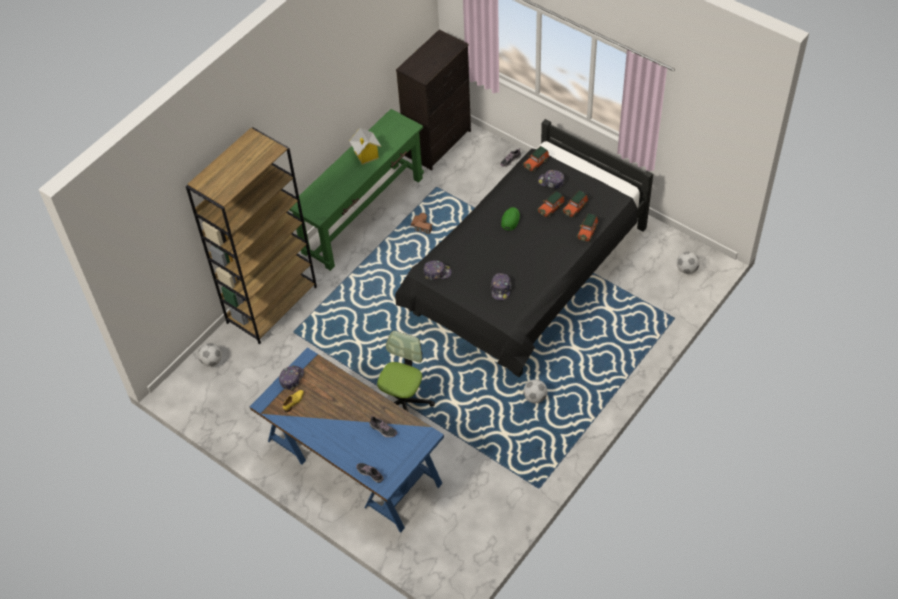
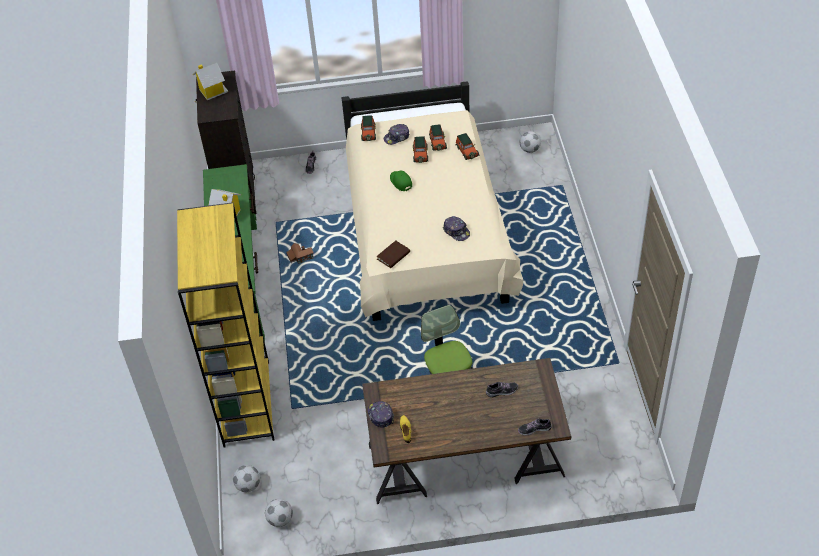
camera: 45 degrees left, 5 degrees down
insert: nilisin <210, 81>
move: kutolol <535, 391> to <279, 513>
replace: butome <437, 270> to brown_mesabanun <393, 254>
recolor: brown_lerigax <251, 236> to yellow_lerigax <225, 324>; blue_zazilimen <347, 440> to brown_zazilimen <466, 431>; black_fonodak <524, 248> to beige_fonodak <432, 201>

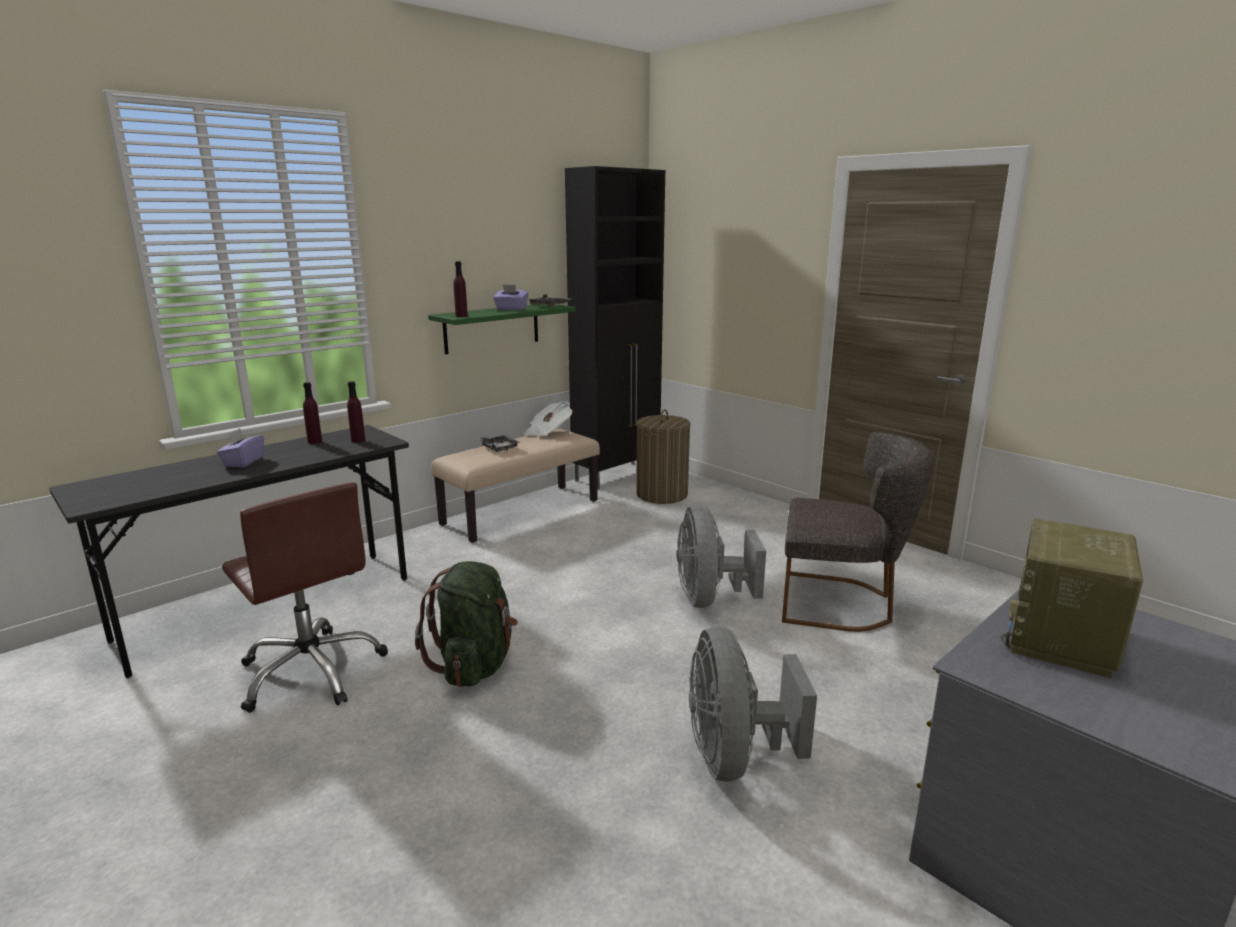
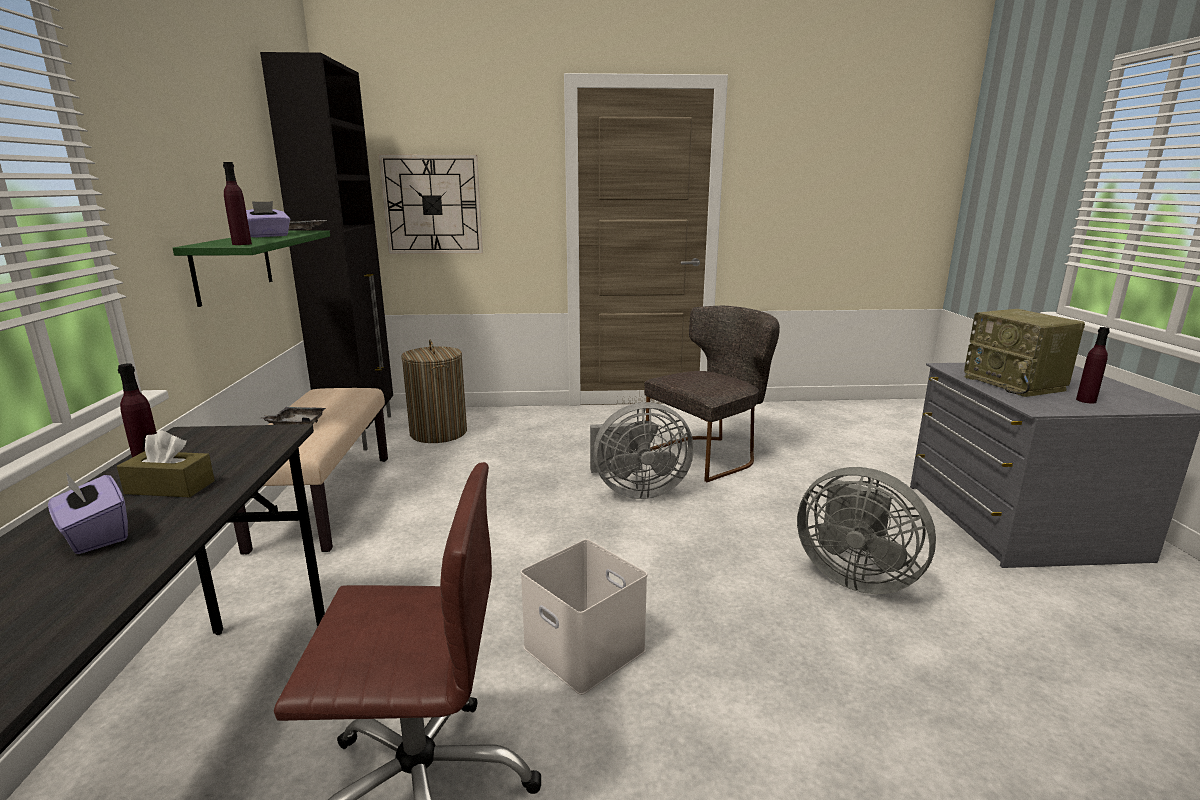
camera: 50 degrees left, 0 degrees up
delete: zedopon <548, 419>
insert: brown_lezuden <166, 463>; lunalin <431, 204>
move: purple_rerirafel <356, 412> to <1093, 365>
replace: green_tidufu <466, 624> to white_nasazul <584, 617>
rotate: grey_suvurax <721, 556> = <642, 450> 45 degrees counterclockwise

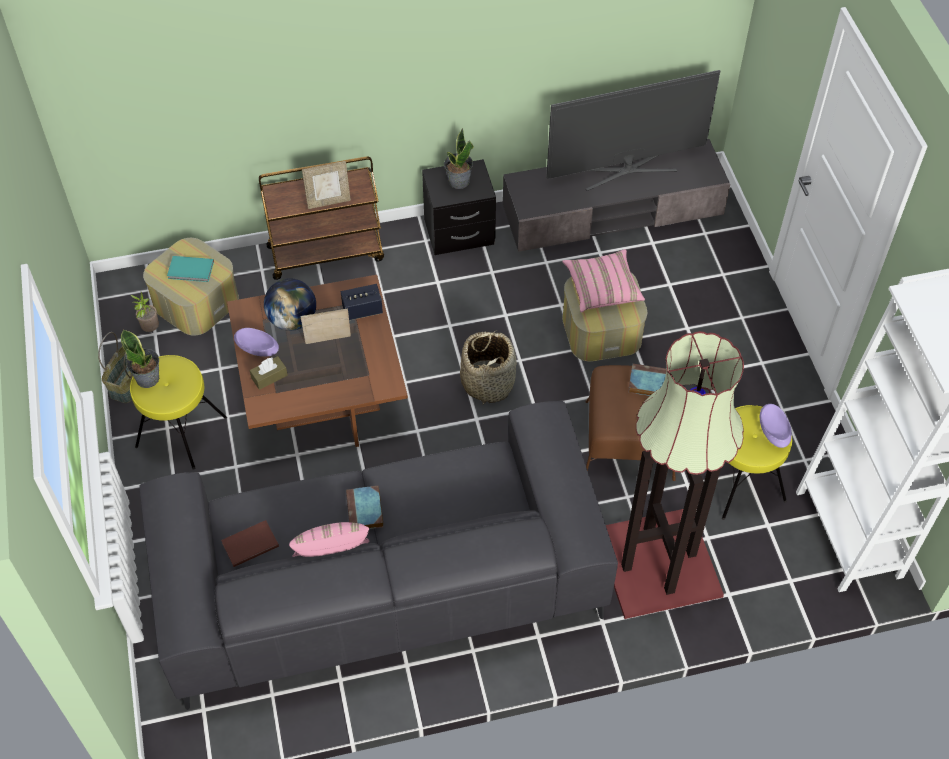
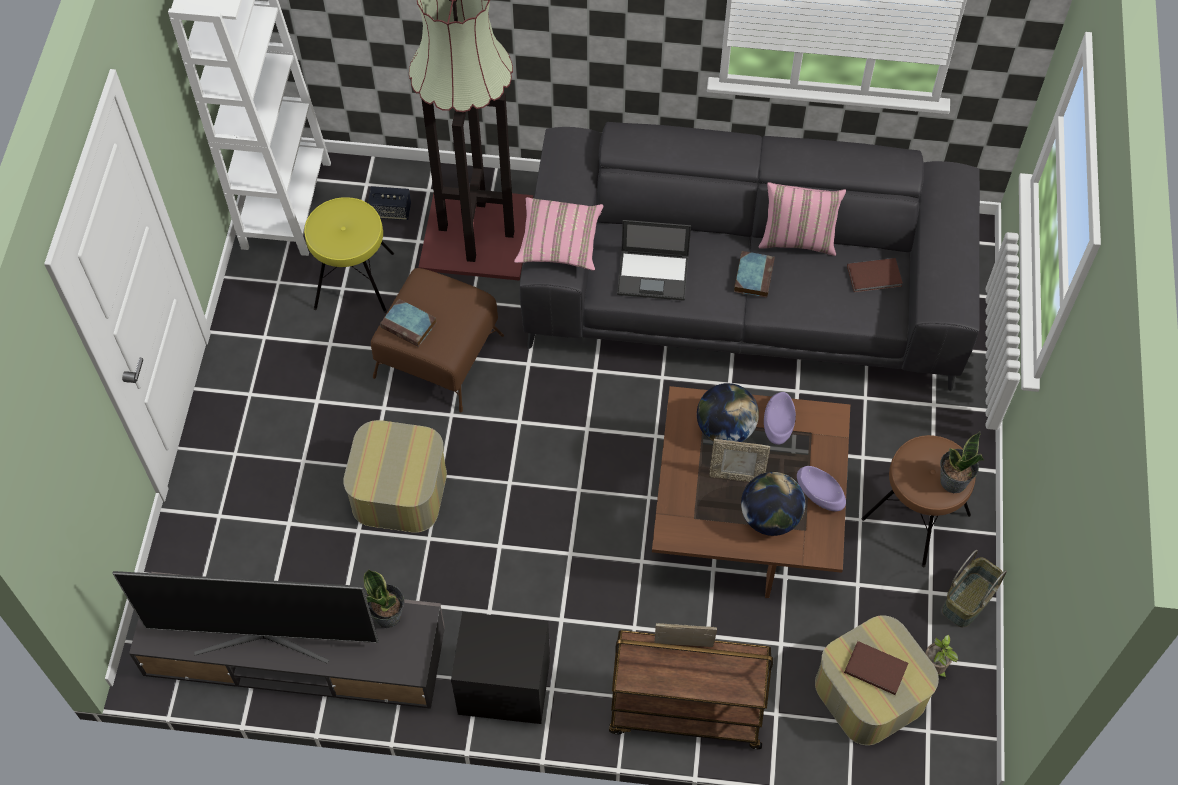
camera: 160 degrees left, 5 degrees up
delete: brown_lezuden <269, 373>; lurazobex <488, 367>
insert: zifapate <654, 260>; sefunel <728, 412>
move: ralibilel <362, 302> to <389, 203>; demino <459, 158> to <384, 598>; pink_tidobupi <603, 280> to <558, 234>; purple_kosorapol <776, 426> to <780, 418>
recolor: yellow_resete <178, 412> to brown_resete <918, 501>; turquoise_mesabanun <190, 269> to brown_mesabanun <876, 668>

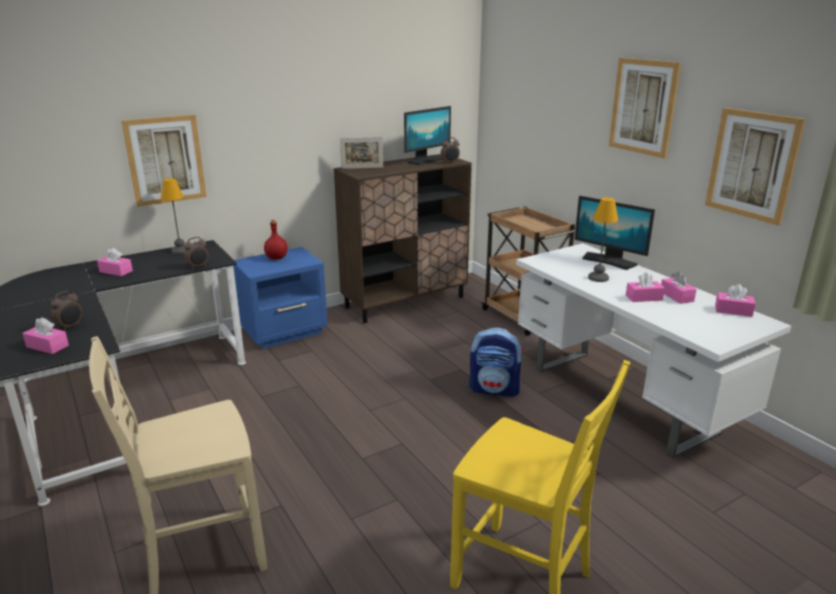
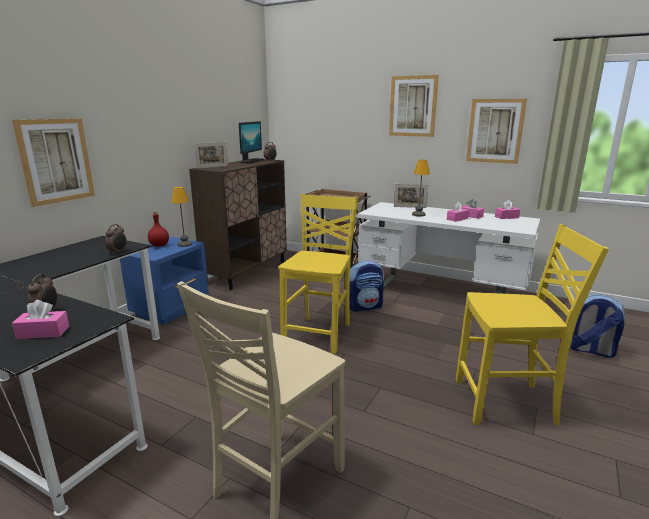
camera: 30 degrees left, 5 degrees down
delete: pink_lezuden <115, 262>
insert: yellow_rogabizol <318, 274>; tidufu <598, 326>
move: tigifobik <173, 216> to <181, 217>
replace: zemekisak <614, 233> to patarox <411, 196>

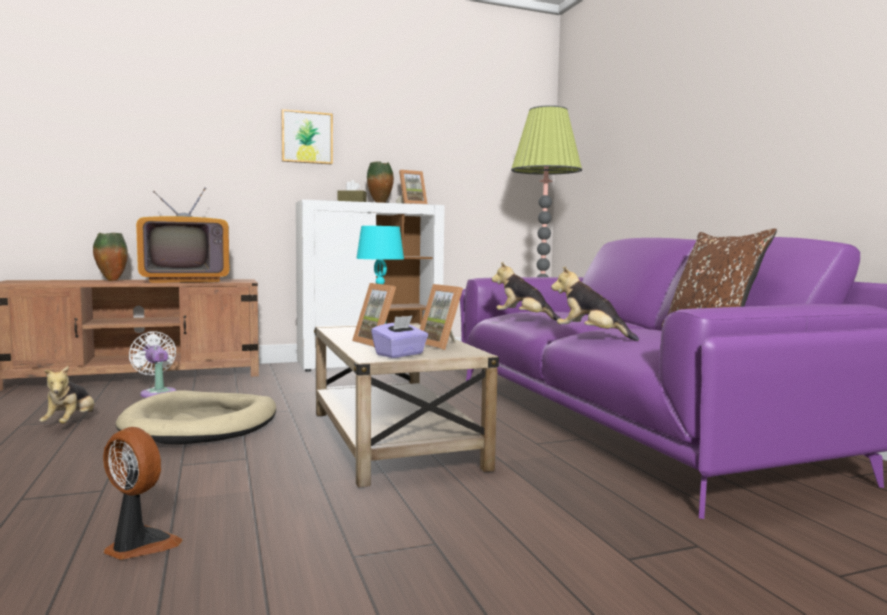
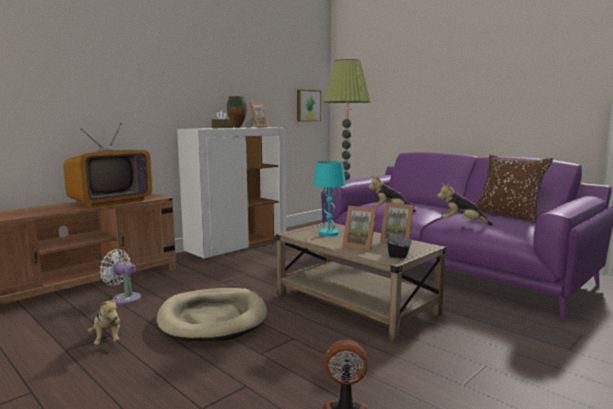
camera: 25 degrees left, 5 degrees up
delete: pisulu <110, 257>
move: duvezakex <307, 136> to <309, 105>
recolor: purple_lezuden <399, 336> to black_lezuden <400, 244>

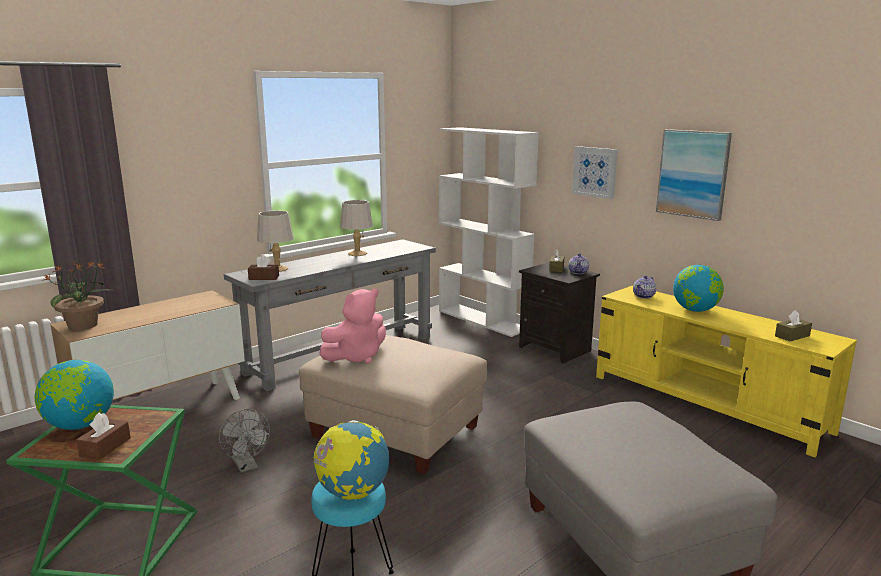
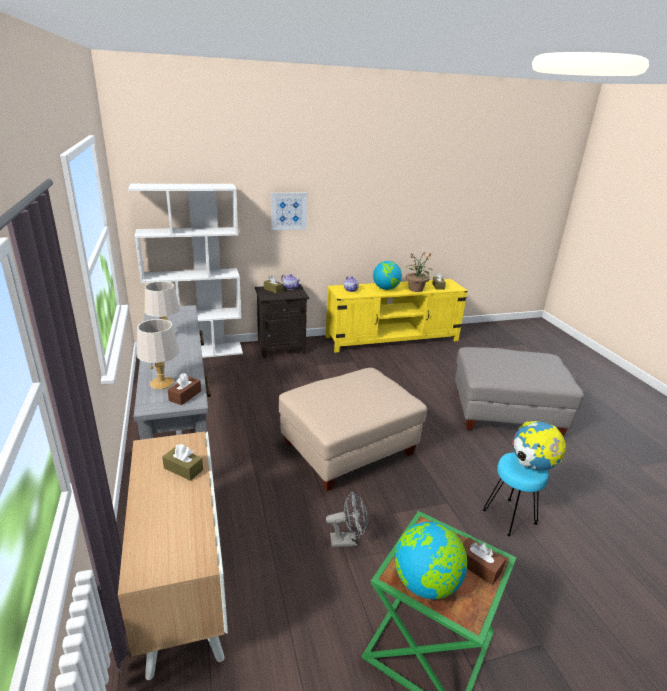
camera: 65 degrees left, 10 degrees up
delete: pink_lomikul <352, 326>; duvezakex <694, 175>
insert: brown_lezuden <182, 462>
move: demino <77, 295> to <419, 271>

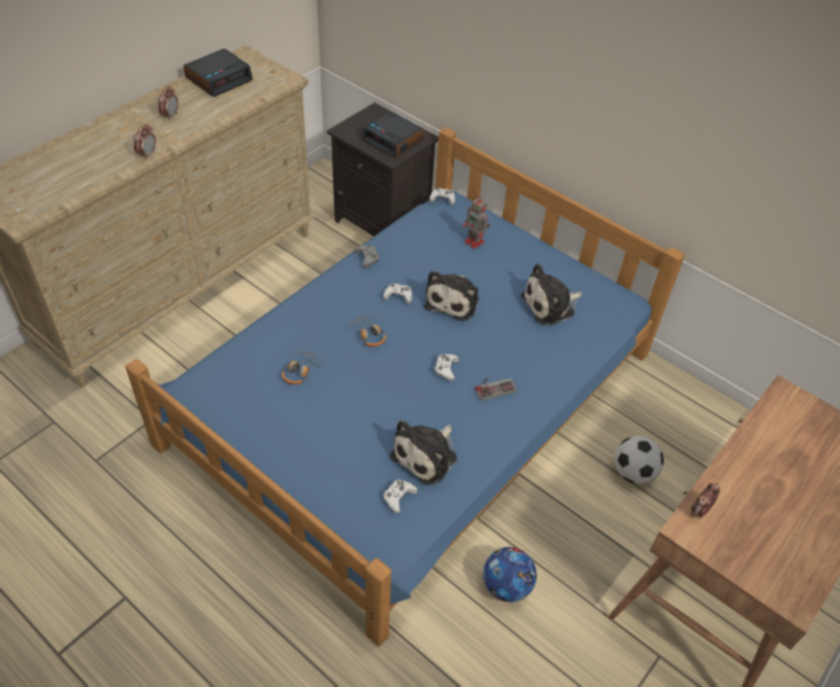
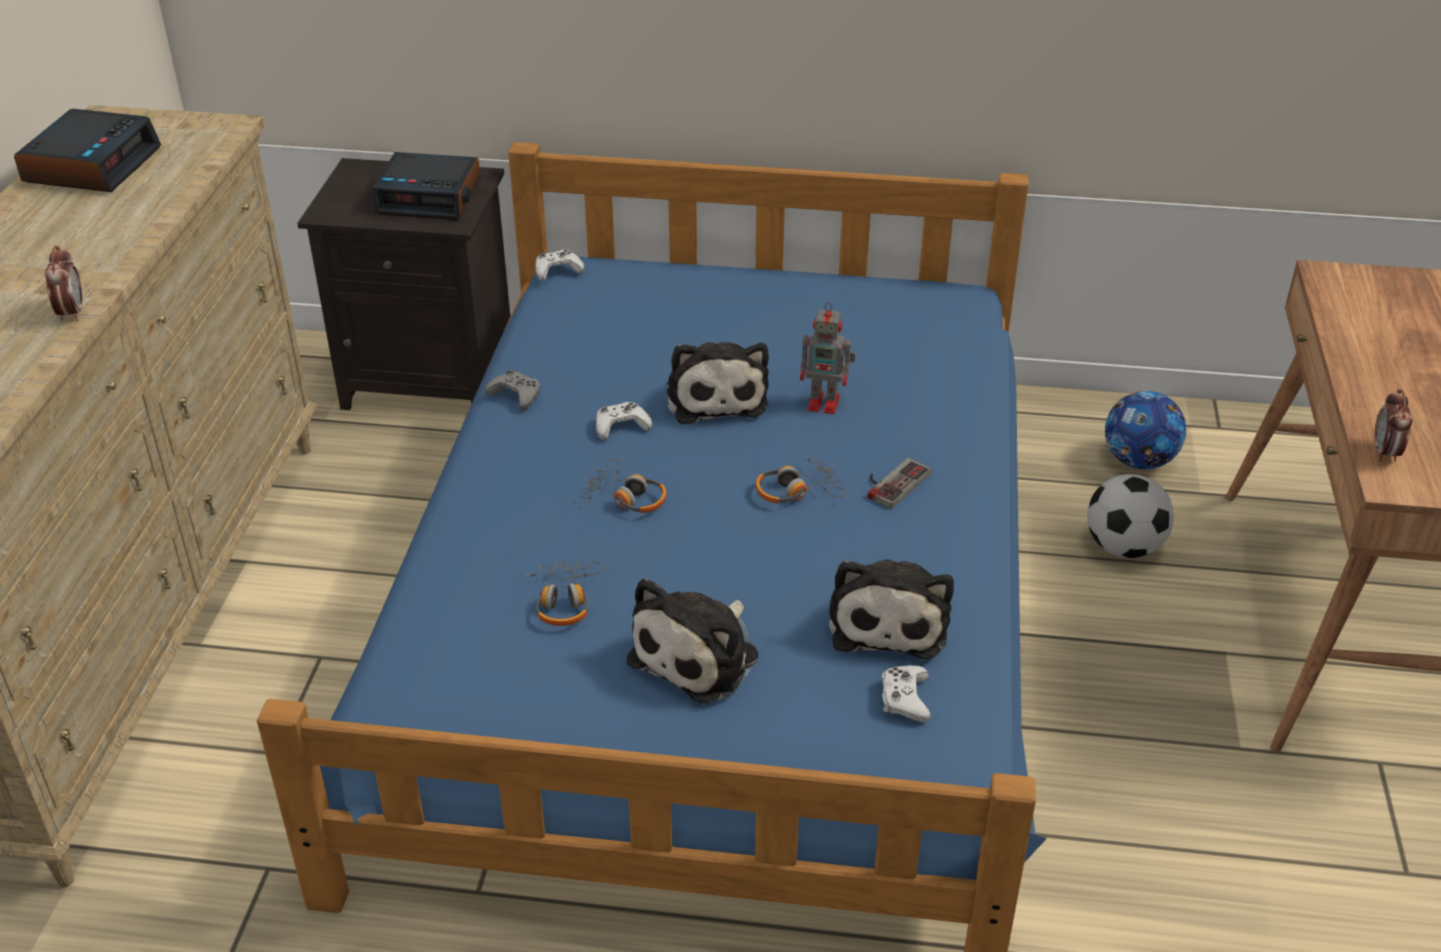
camera: 30 degrees left, 10 degrees down
delete: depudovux <168, 103>
move: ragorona <476, 222> to <828, 358>; kutolol <510, 574> to <1145, 430>; lomikul <551, 295> to <692, 640>
replace: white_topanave <447, 367> to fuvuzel <801, 480>

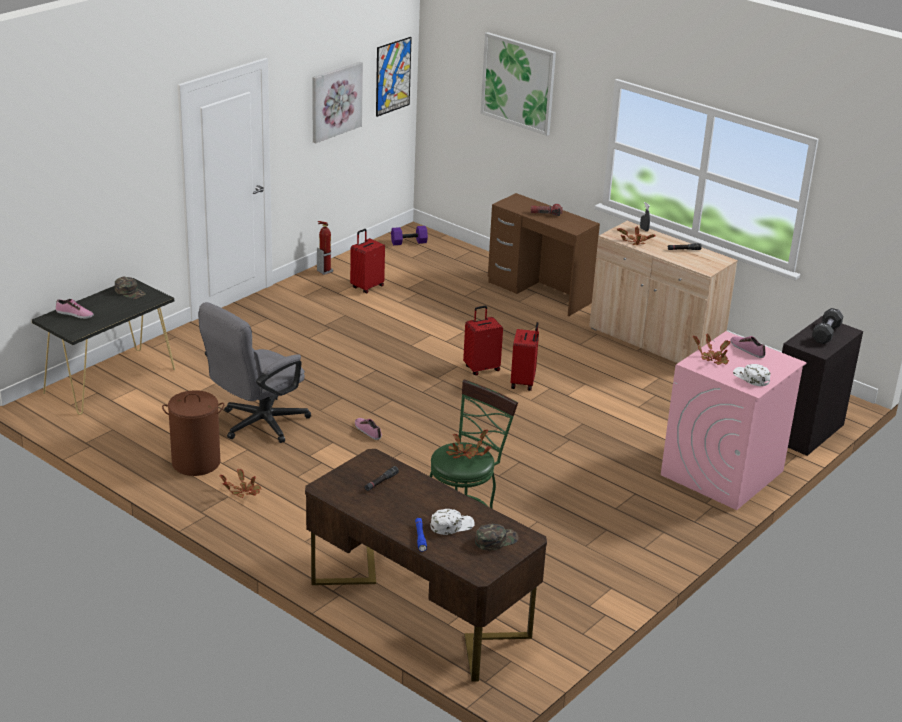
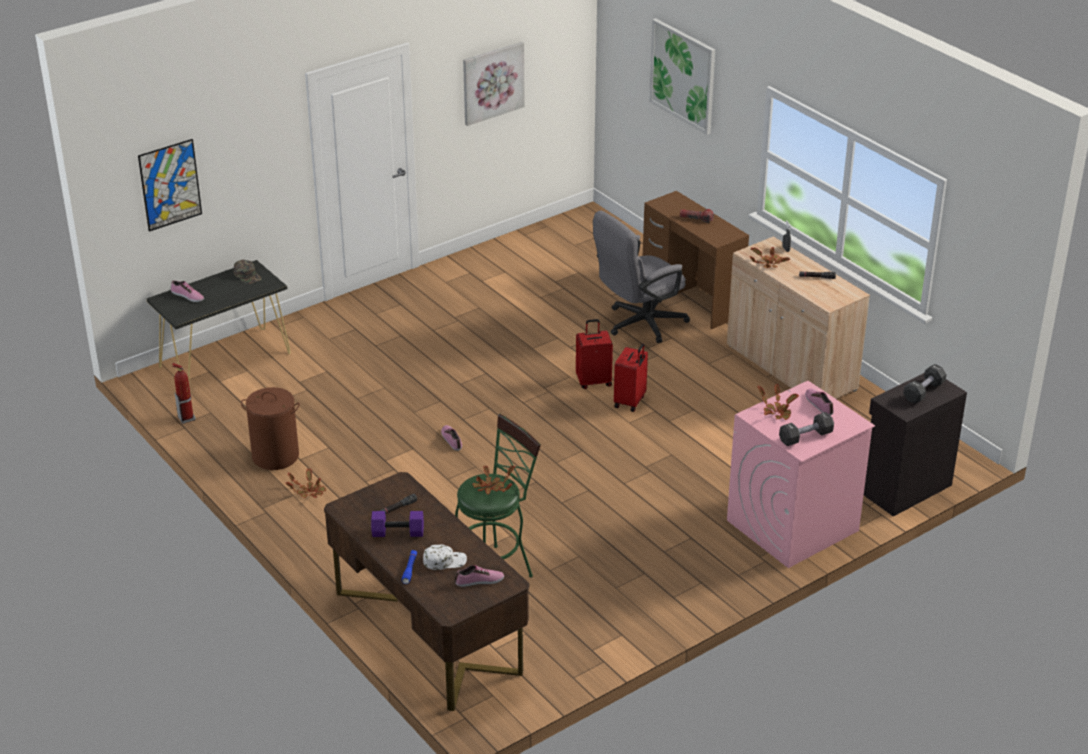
camera: 15 degrees right, 5 degrees up
delete: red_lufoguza <367, 261>
move: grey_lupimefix <254, 372> to <641, 277>; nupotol <325, 248> to <184, 393>; duvezakex <394, 77> to <170, 185>; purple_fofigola <409, 235> to <397, 524>
replace: green_butome <497, 537> to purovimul <479, 576>; white_butome <752, 375> to black_fofigola <806, 429>

